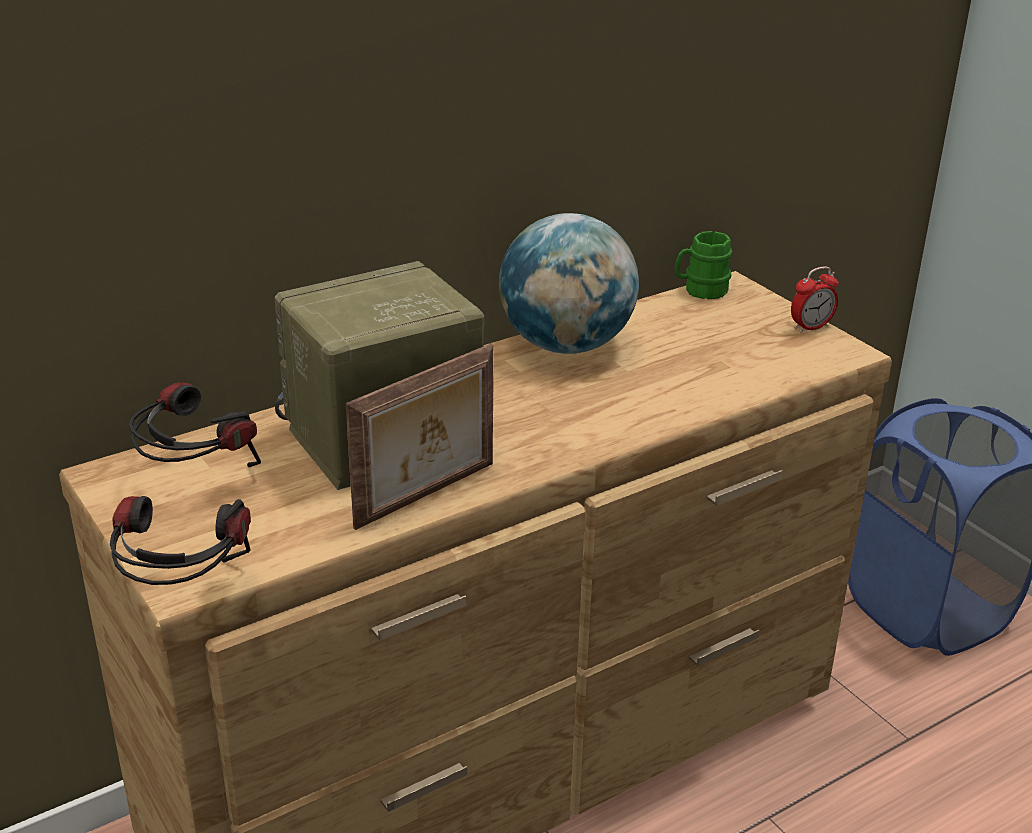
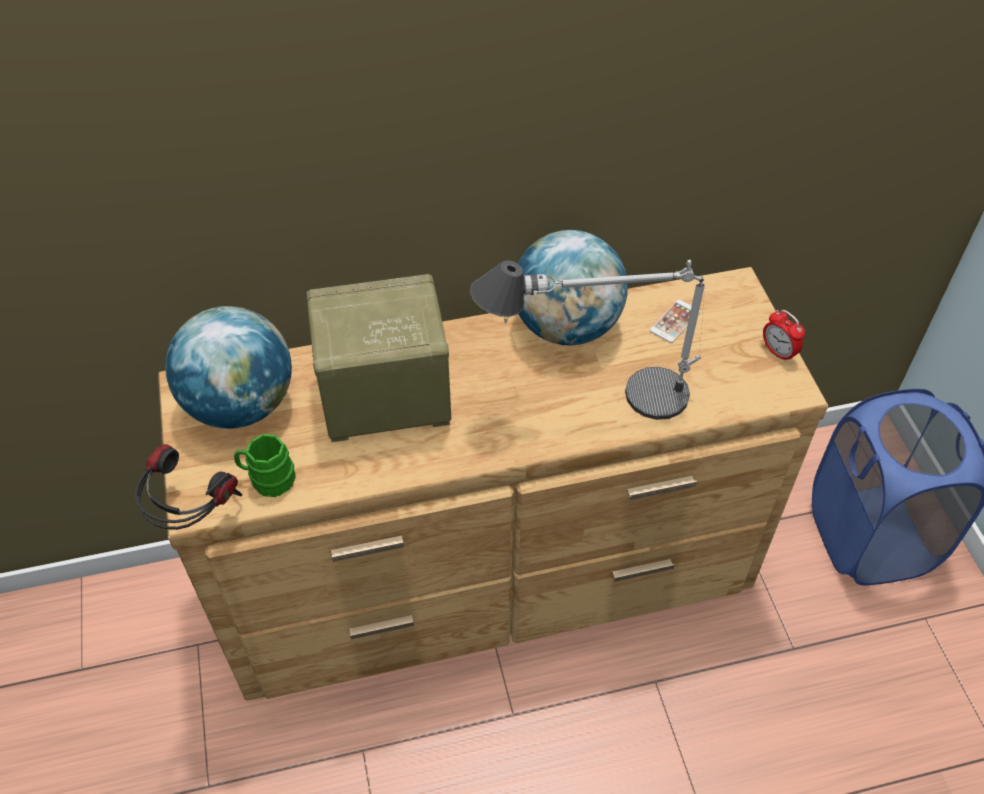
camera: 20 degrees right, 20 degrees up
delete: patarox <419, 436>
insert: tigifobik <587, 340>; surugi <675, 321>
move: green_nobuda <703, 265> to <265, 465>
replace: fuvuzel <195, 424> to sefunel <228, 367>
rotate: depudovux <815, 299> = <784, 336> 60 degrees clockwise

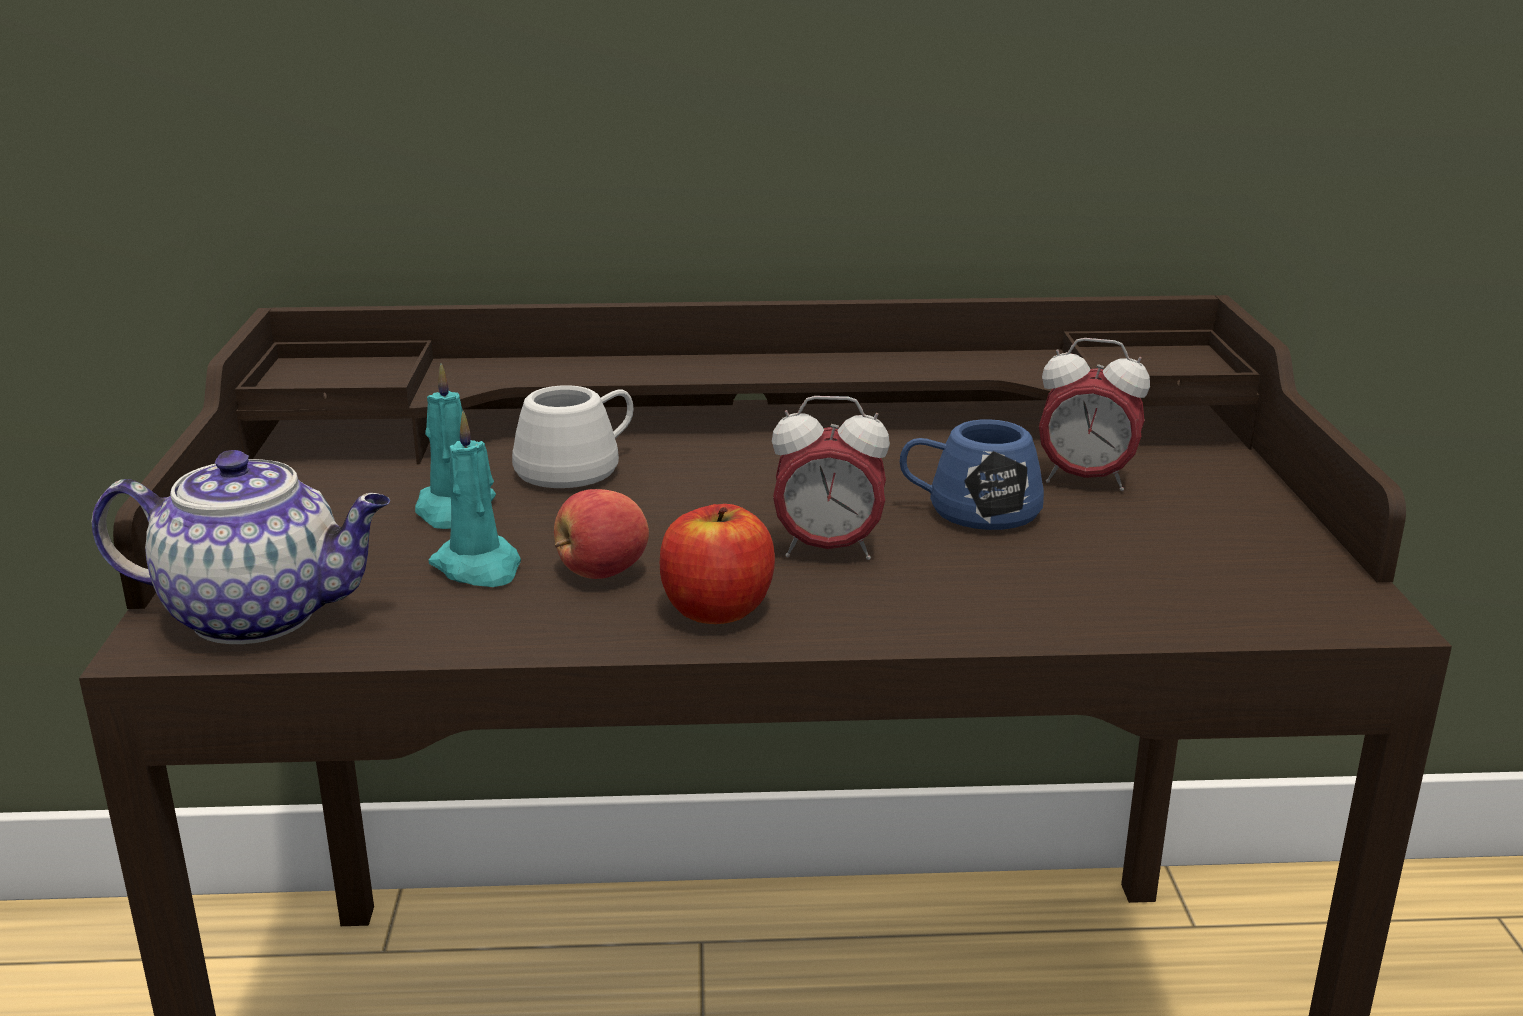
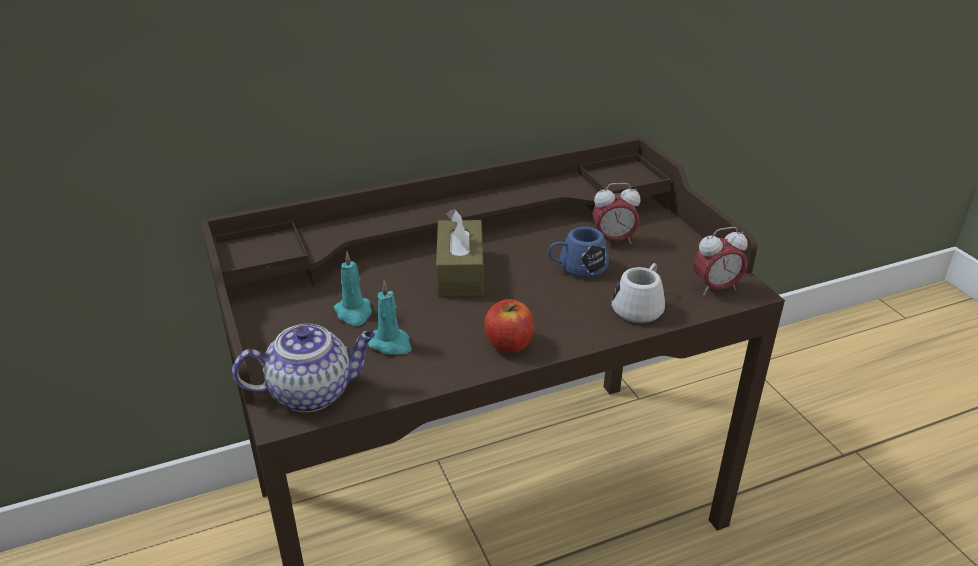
camera: 20 degrees left, 10 degrees up
delete: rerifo <601, 534>
insert: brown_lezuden <460, 252>
move: white_nobuda <573, 436> to <638, 293>; depudovux <831, 478> to <720, 261>

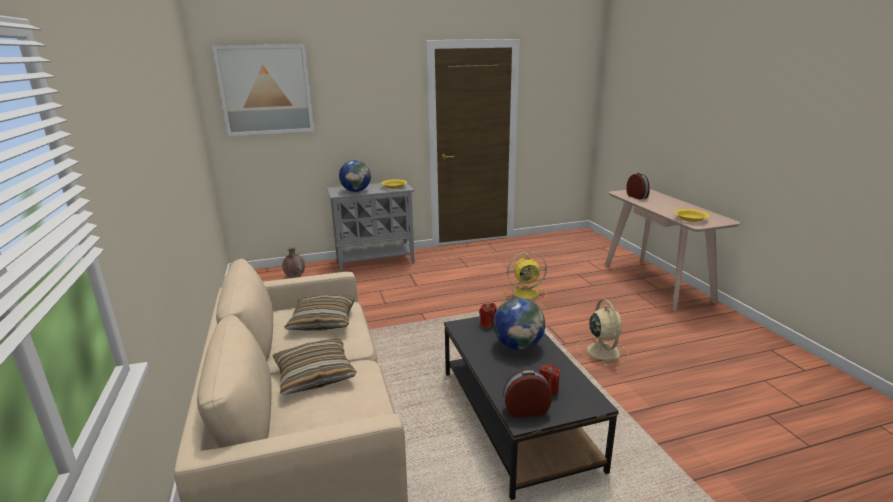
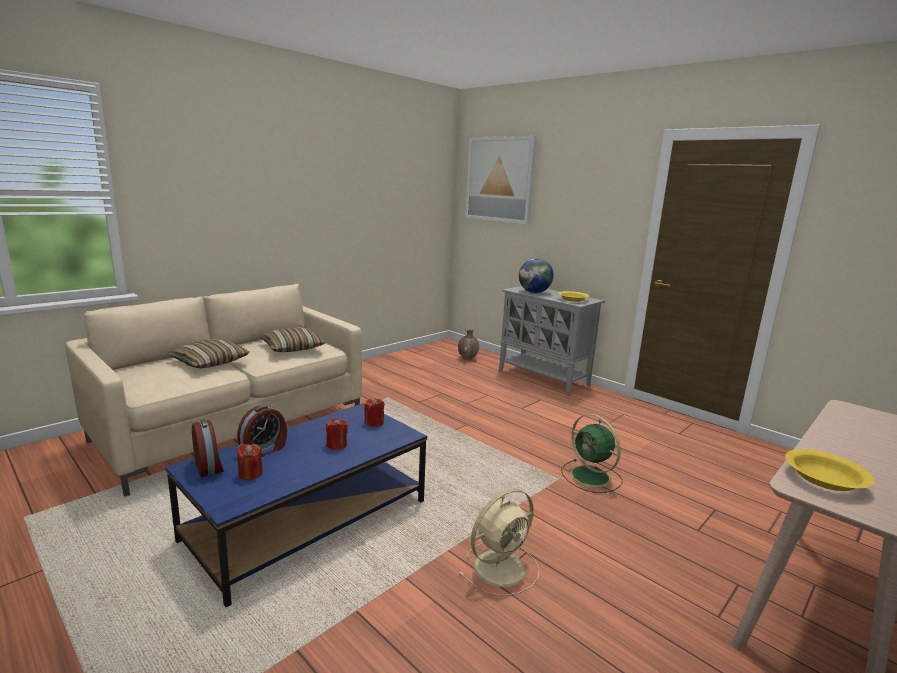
camera: 60 degrees right, 5 degrees down
move: depudovux <638, 186> to <262, 431>
replace: sefunel <519, 324> to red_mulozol <337, 434>
recolor: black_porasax <531, 408> to blue_porasax <296, 505>; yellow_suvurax <525, 277> to green_suvurax <592, 453>

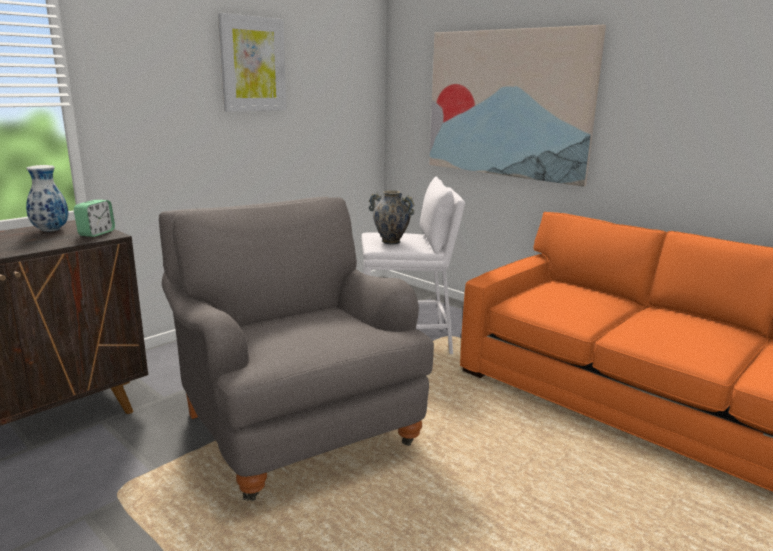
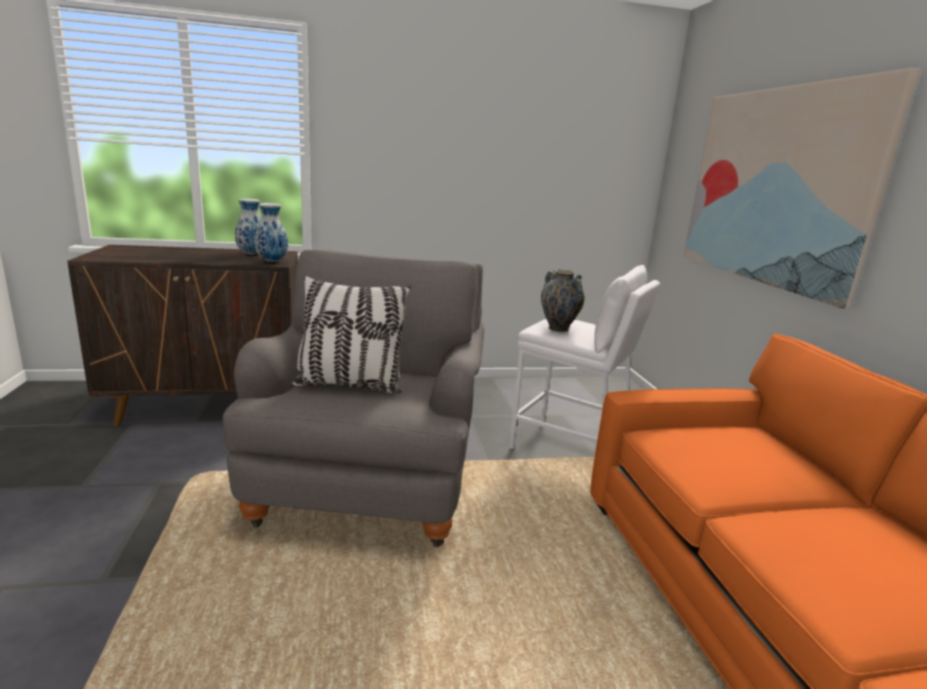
camera: 35 degrees right, 0 degrees up
delete: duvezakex <252, 62>
insert: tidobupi <350, 335>
replace: depudovux <94, 218> to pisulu <271, 232>

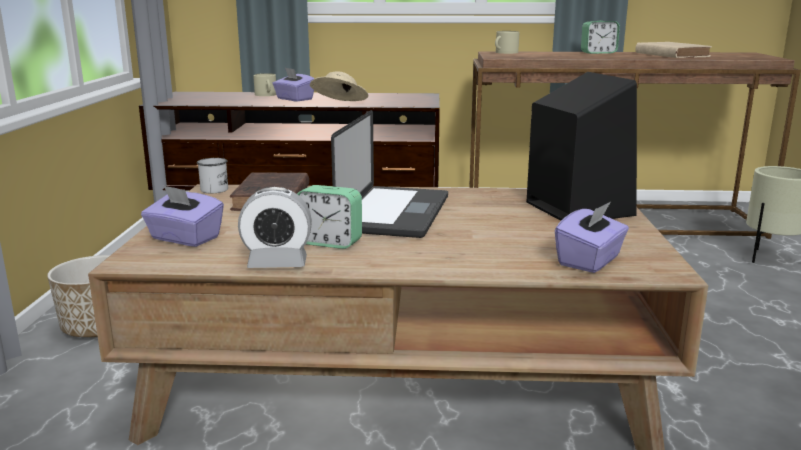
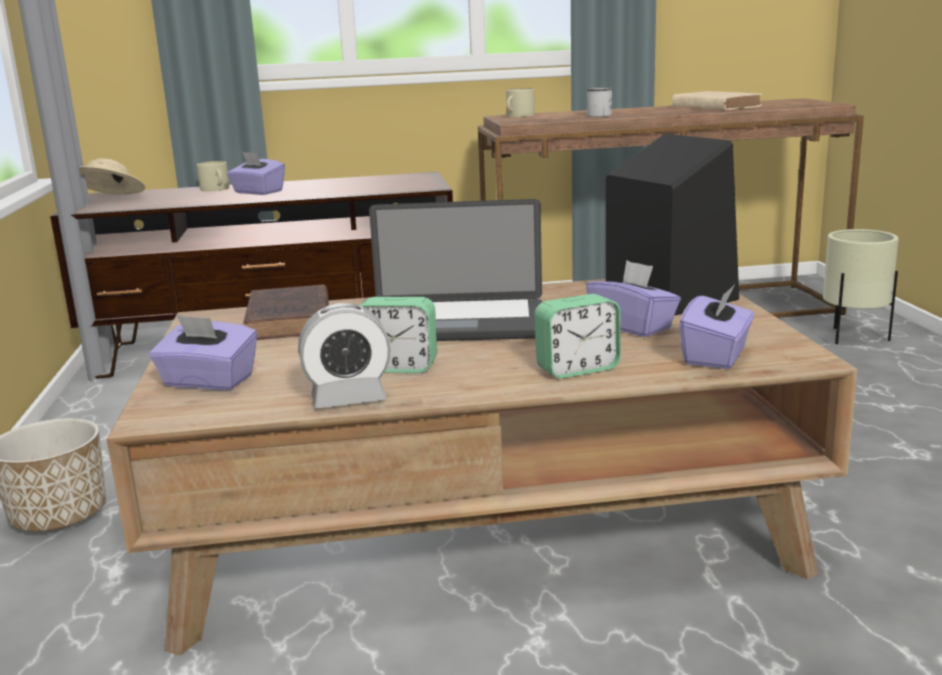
camera: 10 degrees left, 0 degrees up
insert: purple_lezuden <633, 298>
move: white_nobuda <212, 175> to <599, 102>; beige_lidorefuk <339, 86> to <112, 177>; depudovux <600, 37> to <577, 336>
rotate: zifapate <389, 174> = <455, 270> 90 degrees clockwise

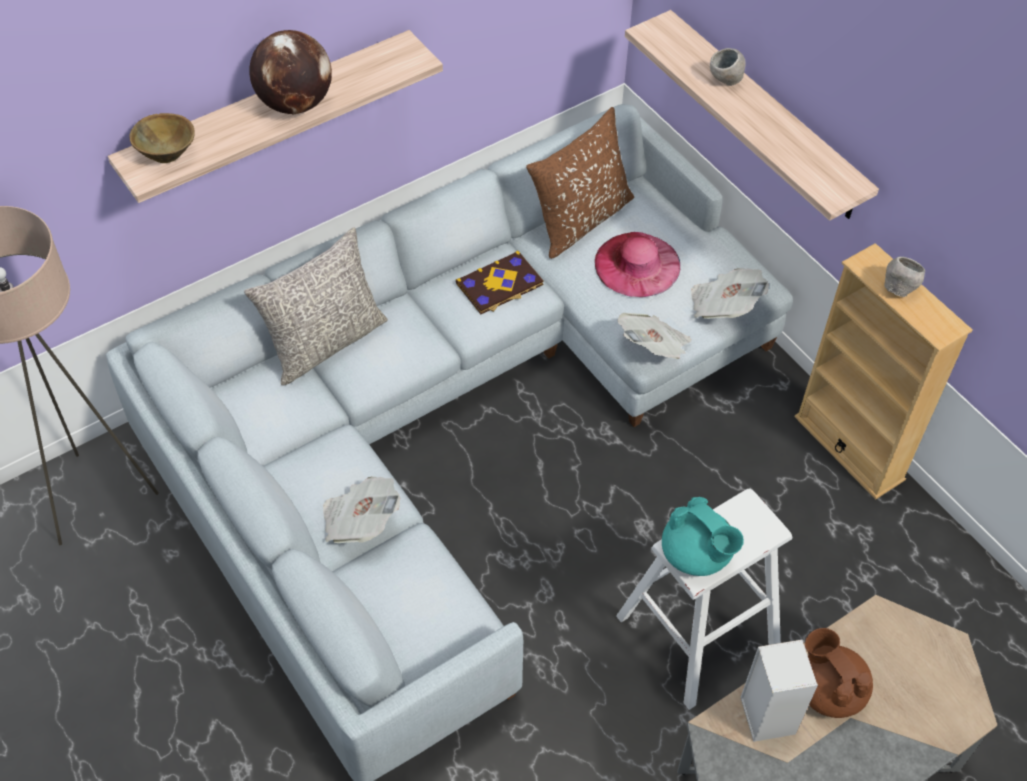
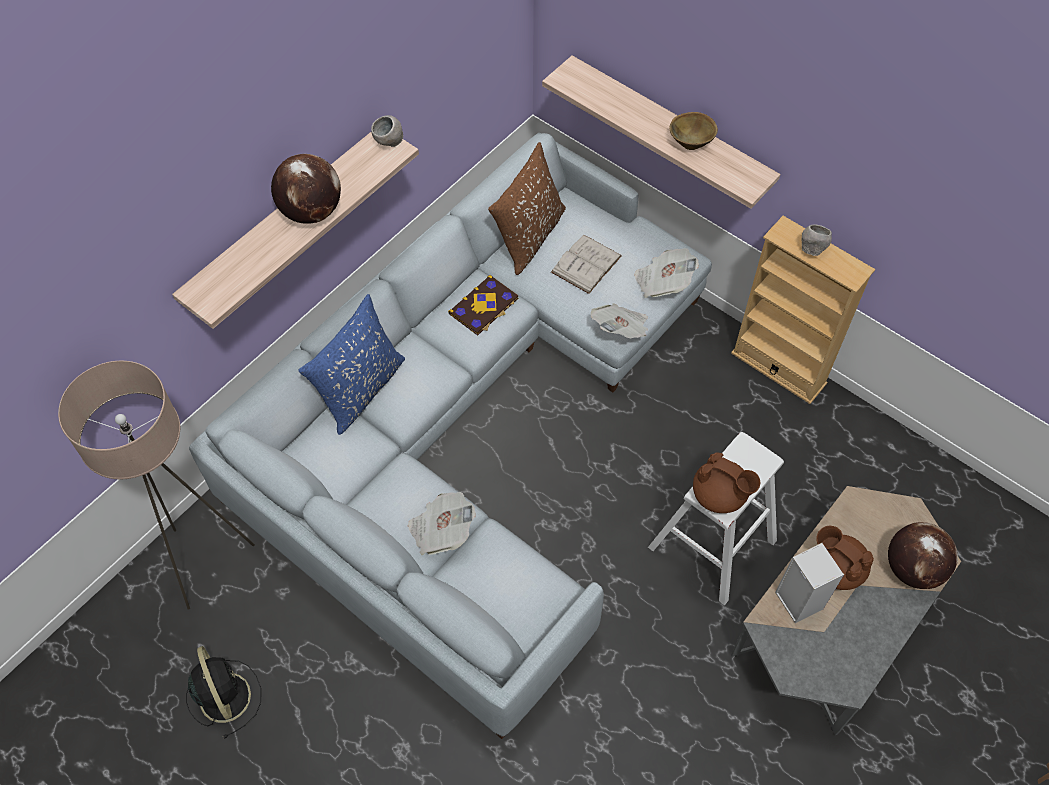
camera: 15 degrees left, 5 degrees up
insert: black_suvurax <223, 692>; sefunel <923, 555>
move: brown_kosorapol <162, 138> to <694, 131>; grey_kosorapol <728, 67> to <387, 131>
replace: pink_lidorefuk <637, 264> to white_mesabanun <586, 264>
recolor: grey_tidobupi <316, 306> to blue_tidobupi <351, 364>; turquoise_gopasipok <703, 536> to brown_gopasipok <727, 483>

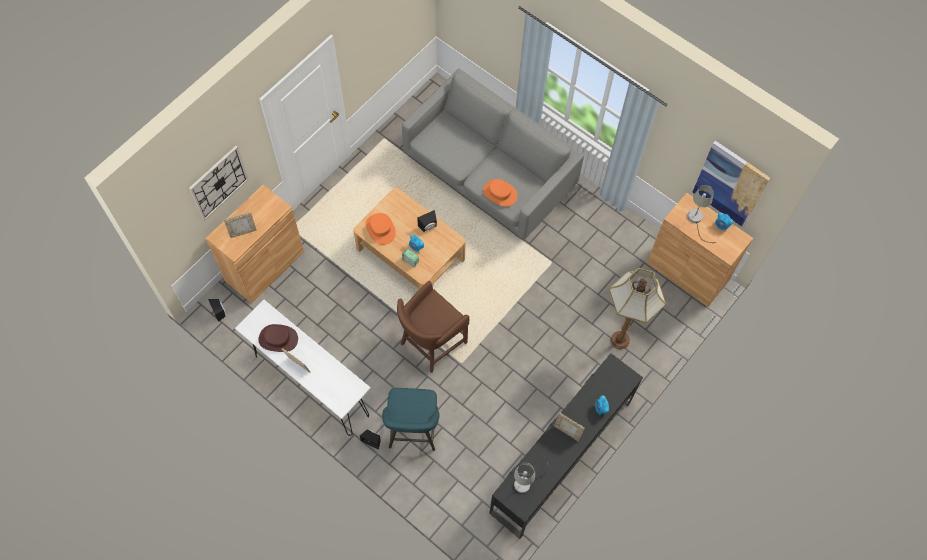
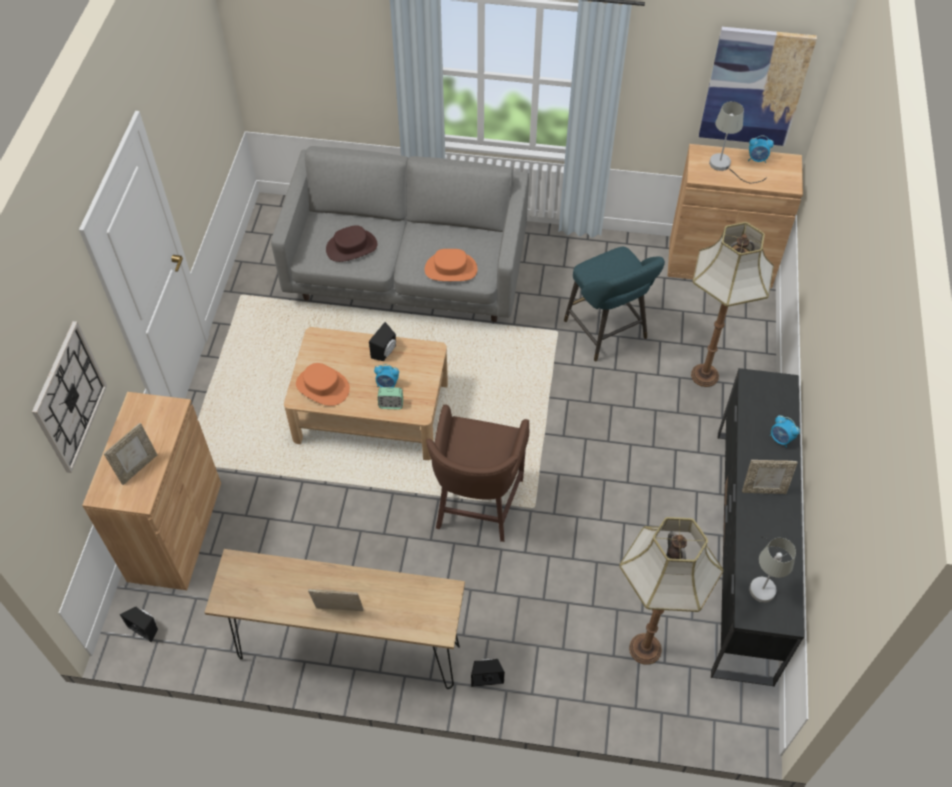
camera: 30 degrees left, 10 degrees down
insert: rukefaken <671, 591>
move: brown_lidorefuk <278, 338> to <351, 243>; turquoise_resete <410, 419> to <614, 304>
recolor: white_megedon <303, 368> to brown_megedon <334, 619>

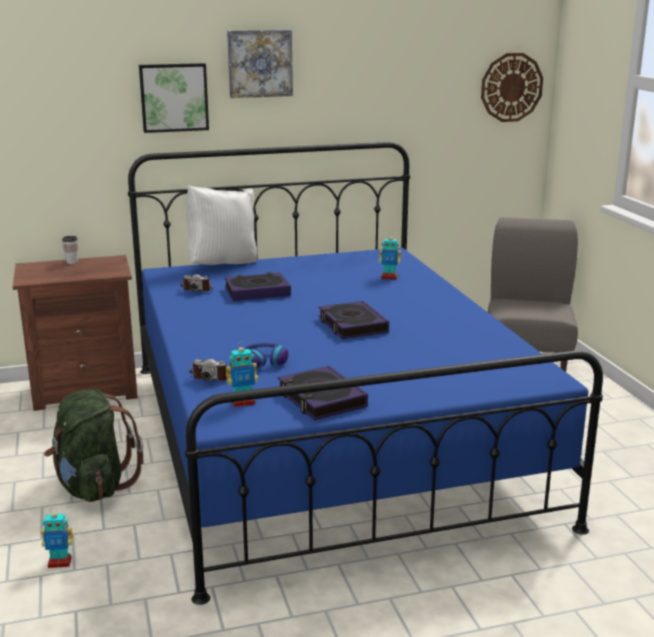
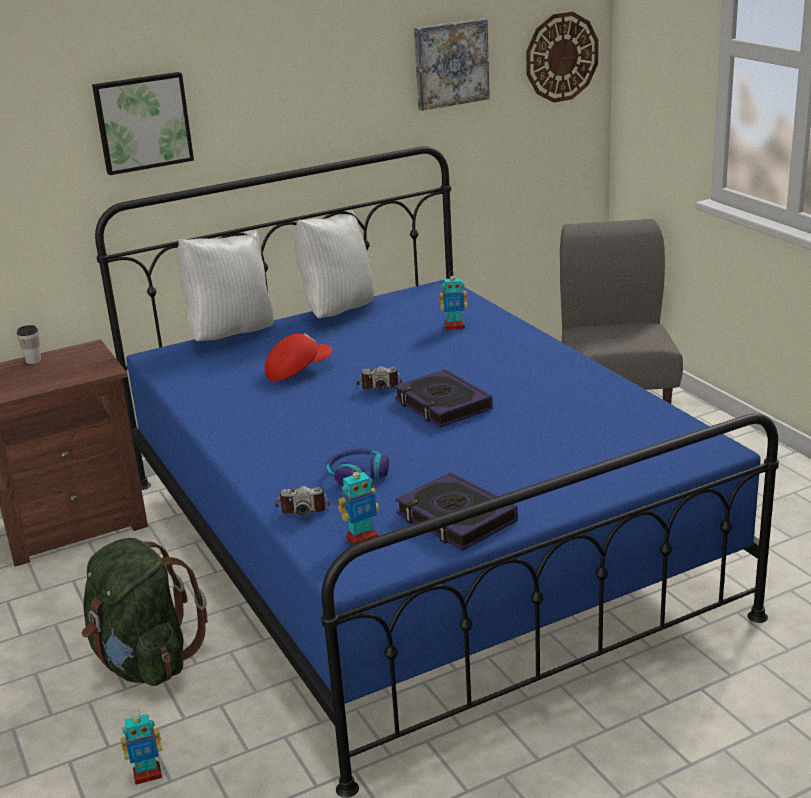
camera: 10 degrees left, 5 degrees up
insert: white_tidobupi <334, 264>
move: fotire <197, 282> to <379, 378>; duvezakex <260, 64> to <452, 64>
replace: mesabanun <257, 286> to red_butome <298, 357>

